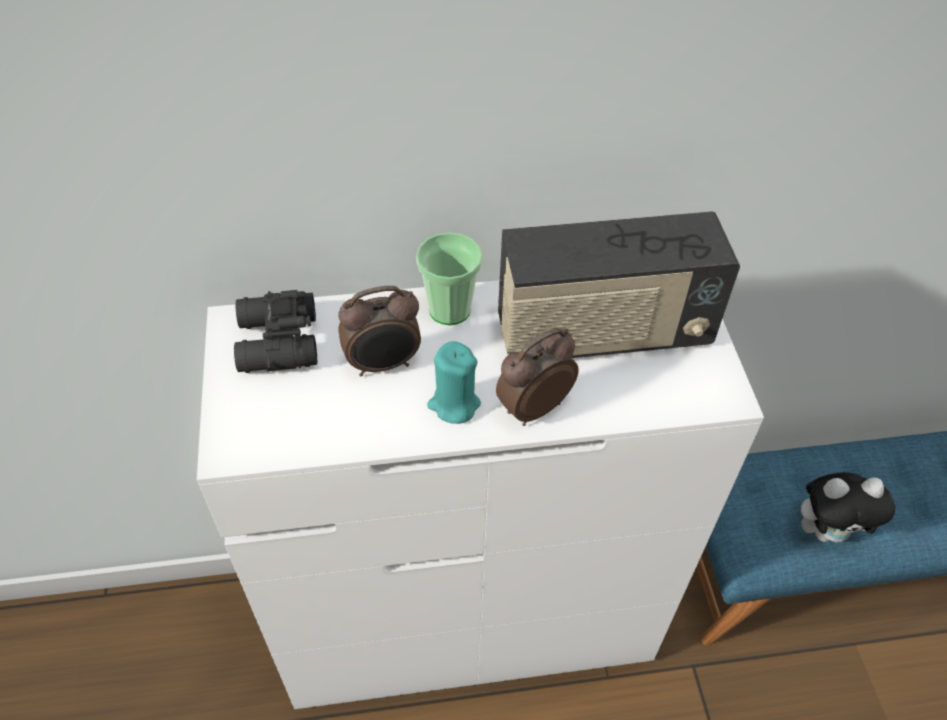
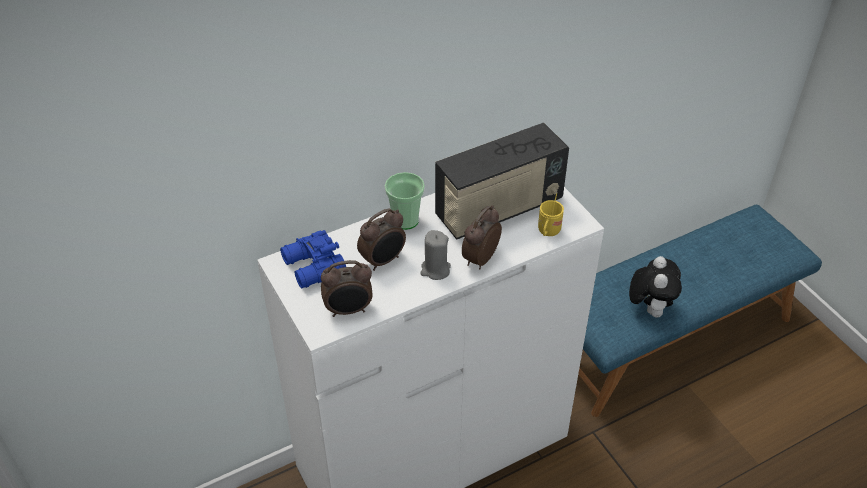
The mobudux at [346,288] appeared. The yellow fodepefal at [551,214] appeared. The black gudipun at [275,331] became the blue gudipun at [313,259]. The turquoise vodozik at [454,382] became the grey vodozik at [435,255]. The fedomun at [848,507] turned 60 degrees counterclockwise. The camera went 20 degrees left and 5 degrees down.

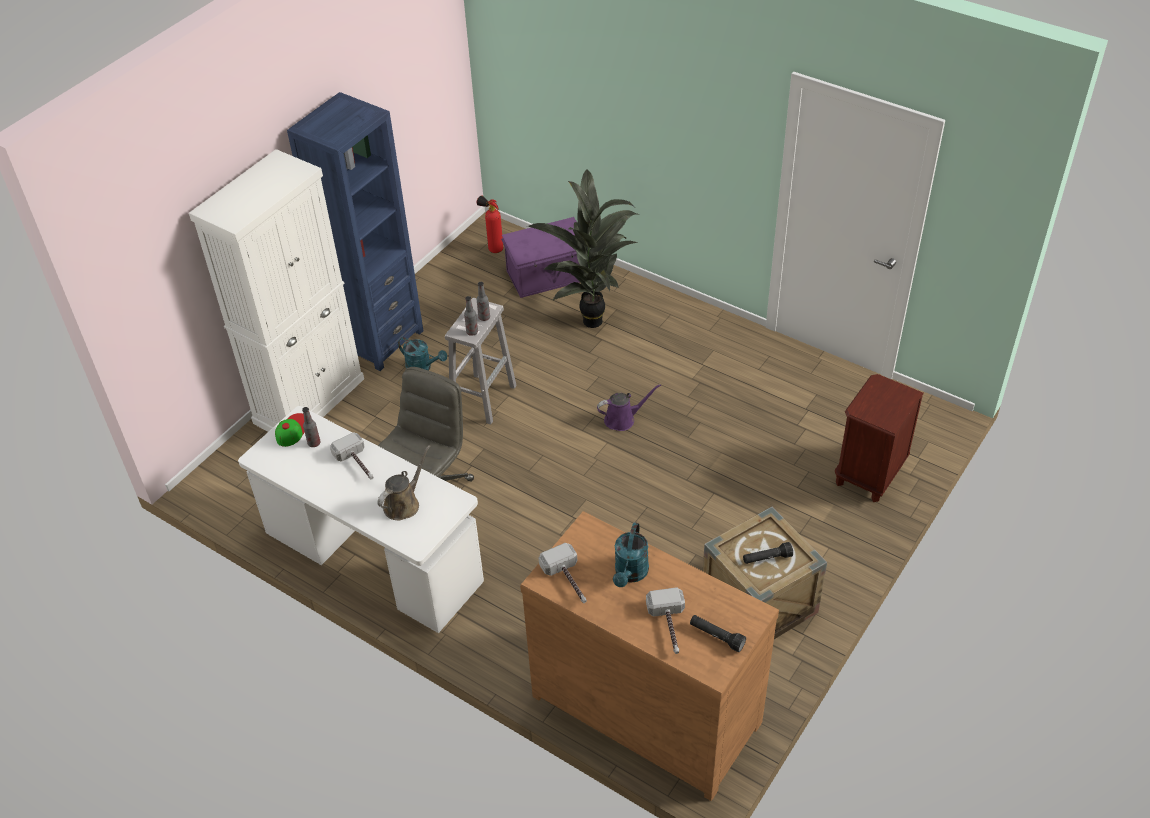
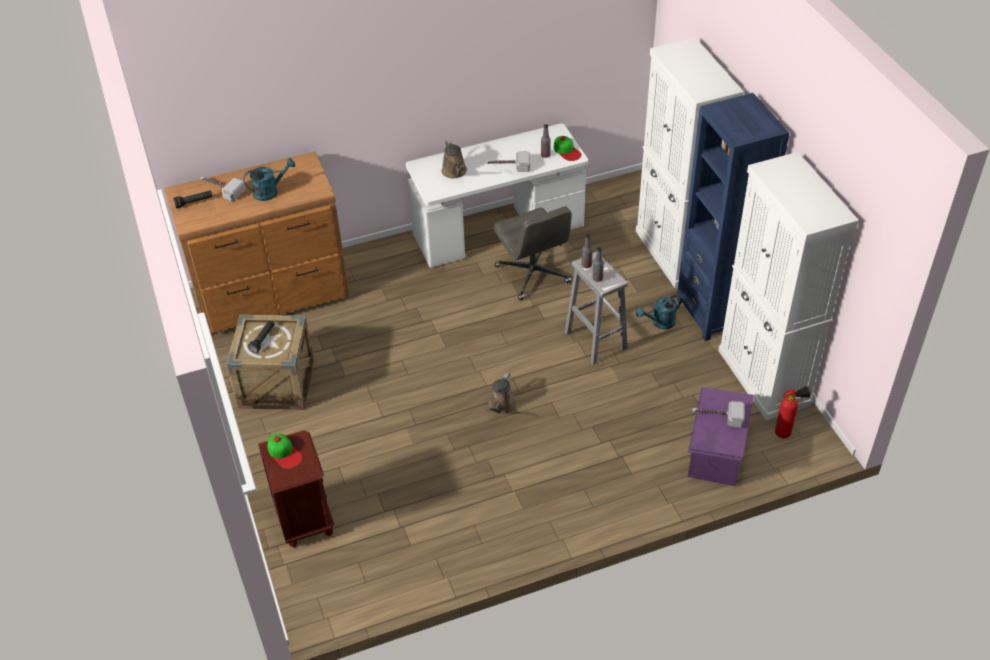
The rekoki at [582,248] disappeared. The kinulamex at [284,451] appeared. The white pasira at [788,286] appeared. The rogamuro moved from [563,573] to [718,414]. The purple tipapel at [629,407] became the brown tipapel at [501,393]. The turquoise tipapel at [631,554] turned 105 degrees clockwise. The camera went 125 degrees right and 0 degrees up.

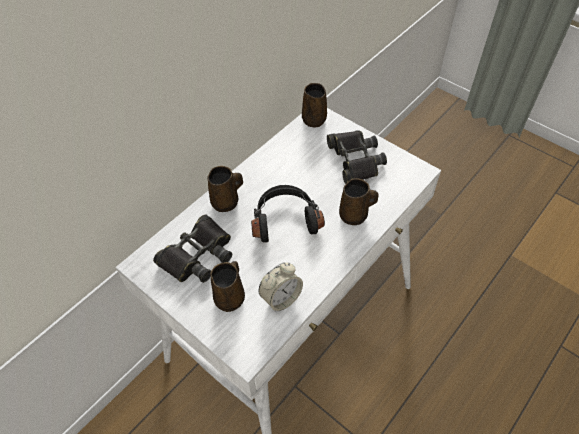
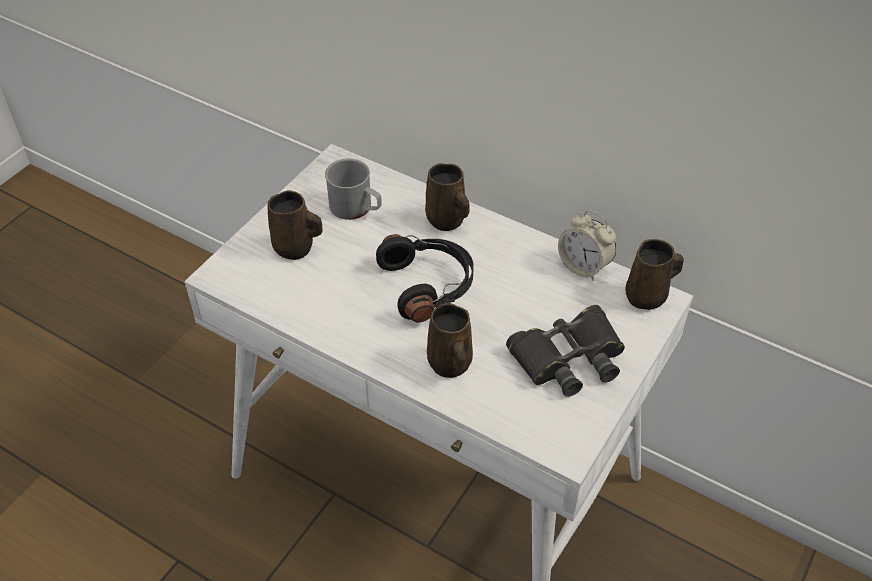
The mobudux moved from [280,287] to [587,245]. The black gudipun at [192,249] was replaced by the grey fodepefal at [353,189]. The camera went 80 degrees right and 5 degrees down.

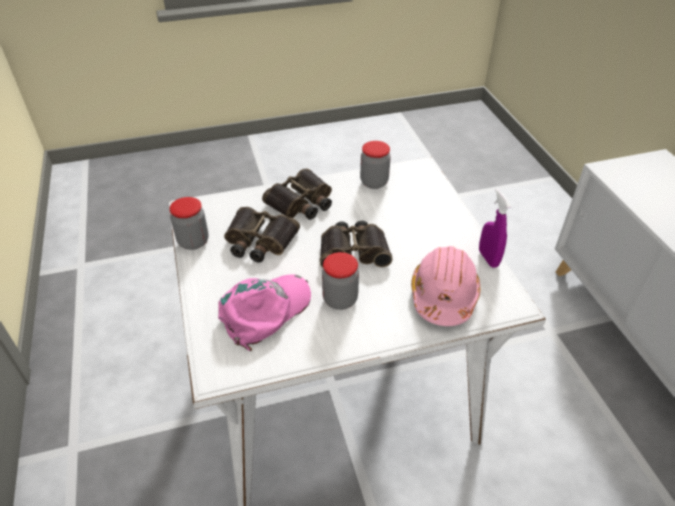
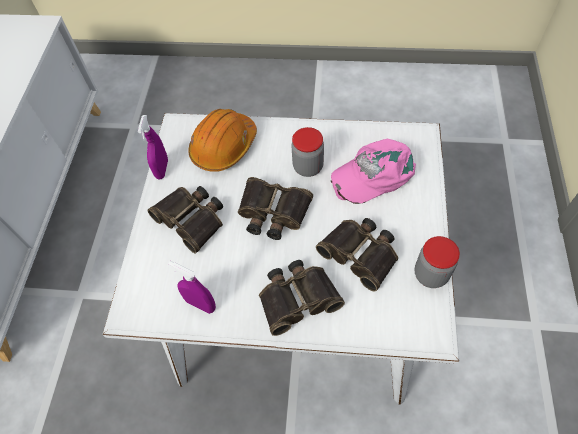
The gudipun at [185,220] appeared. The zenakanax at [375,165] was replaced by the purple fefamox at [192,287]. The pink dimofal at [445,286] became the orange dimofal at [222,140]. The camera went 155 degrees left and 15 degrees up.

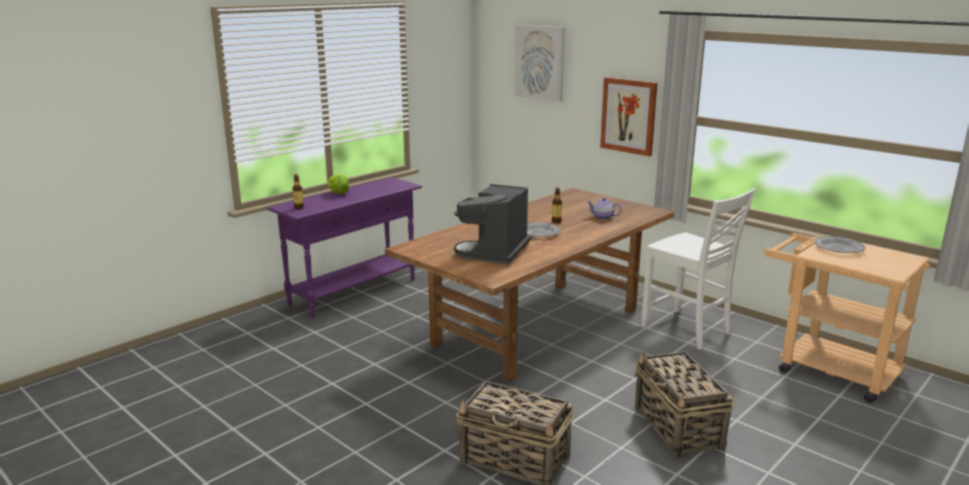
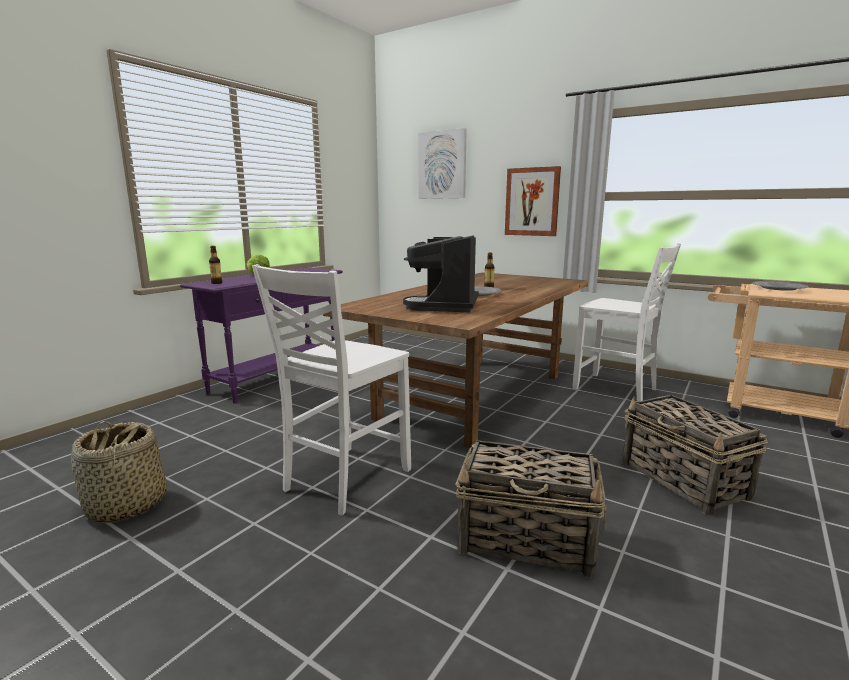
The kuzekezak at [604,209] disappeared. The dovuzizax at [119,472] appeared. The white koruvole at [331,390] appeared. The camera went 10 degrees left and 5 degrees down.

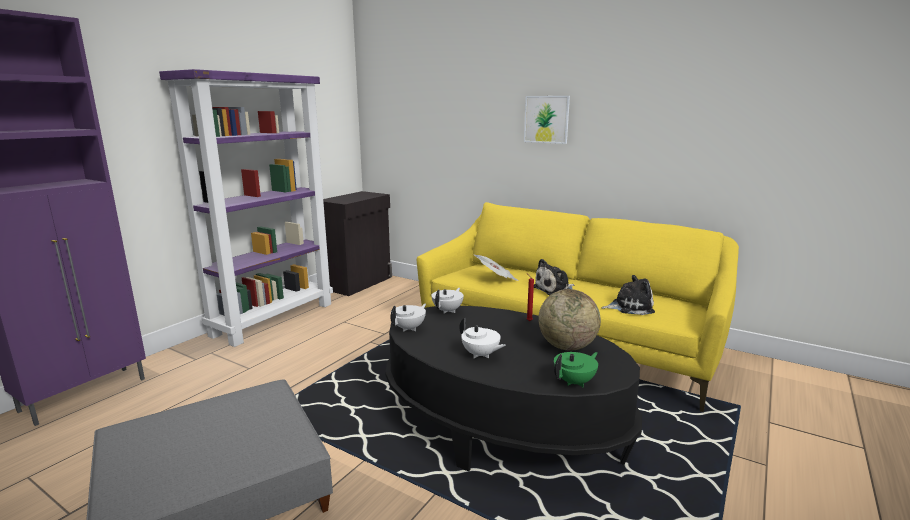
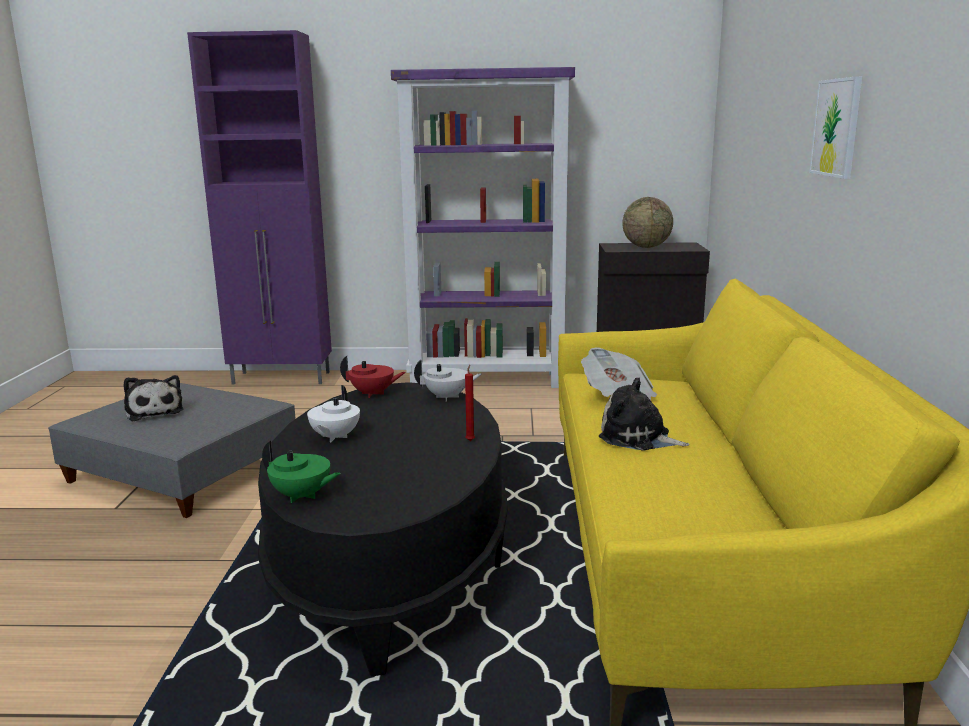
The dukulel moved from [569,320] to [647,222]. The fedomun moved from [628,295] to [153,398]. The white kuzekezak at [408,318] became the red kuzekezak at [373,377]. The camera went 60 degrees right and 0 degrees up.

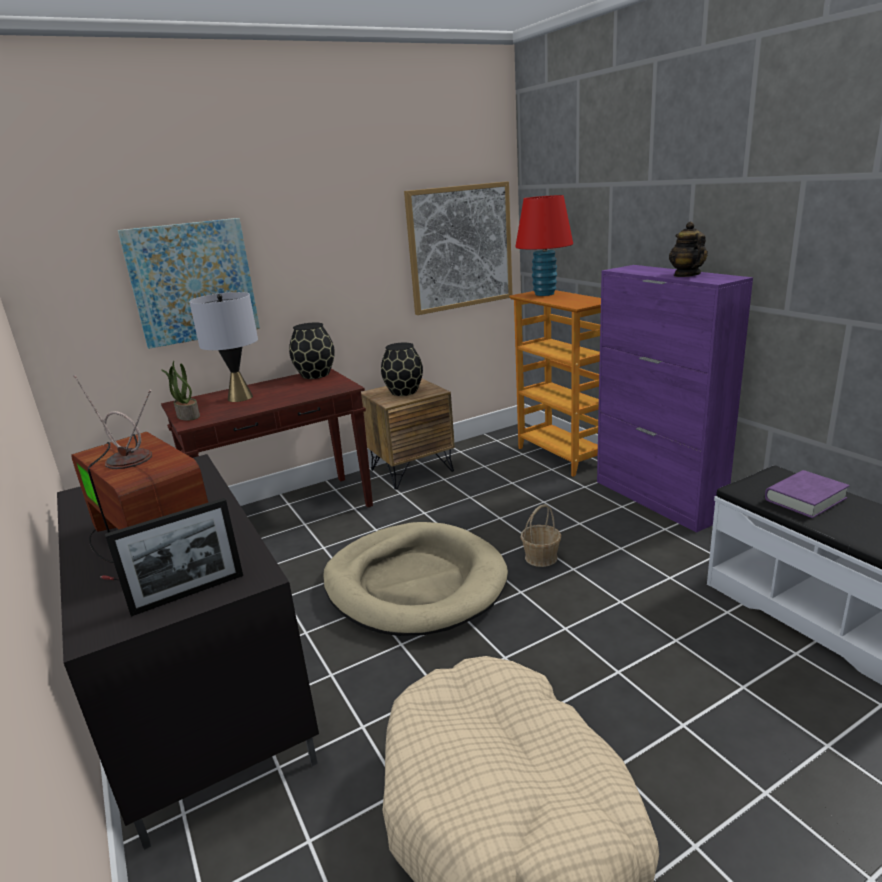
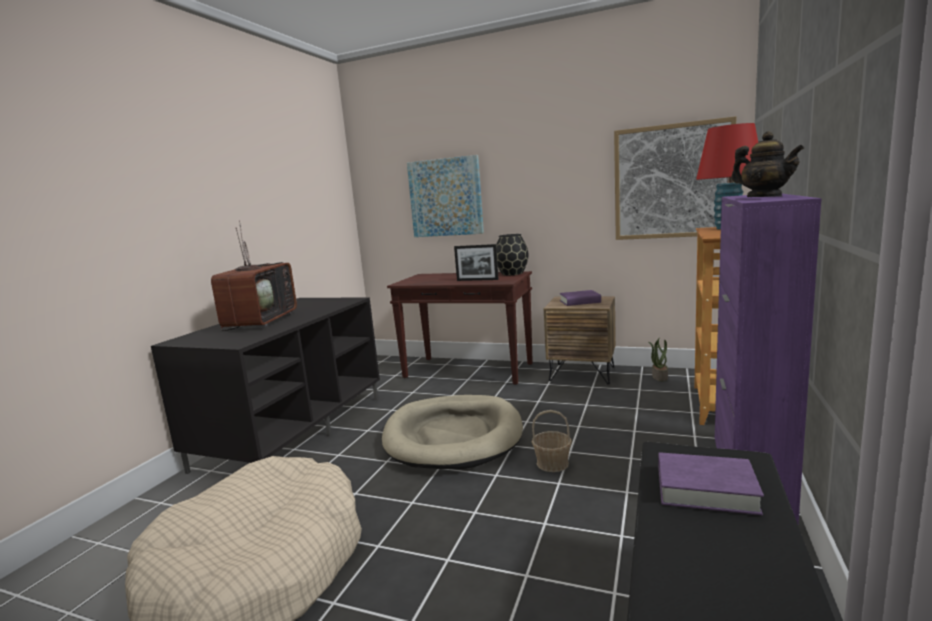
The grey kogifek at [223,347] disappeared. The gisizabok moved from [174,557] to [476,262]. The rekoki moved from [180,391] to [658,359]. The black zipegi at [402,369] was replaced by the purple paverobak at [580,298]. The kuzekezak at [688,249] turned 105 degrees clockwise. The camera went 50 degrees right and 10 degrees down.

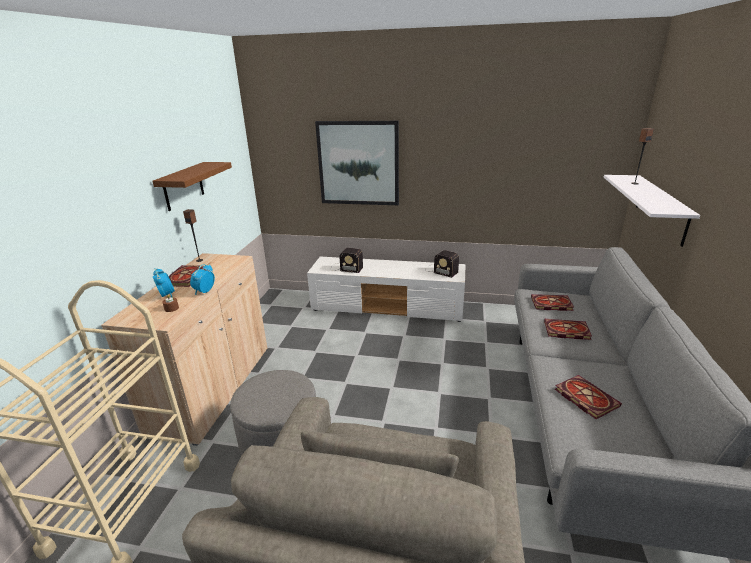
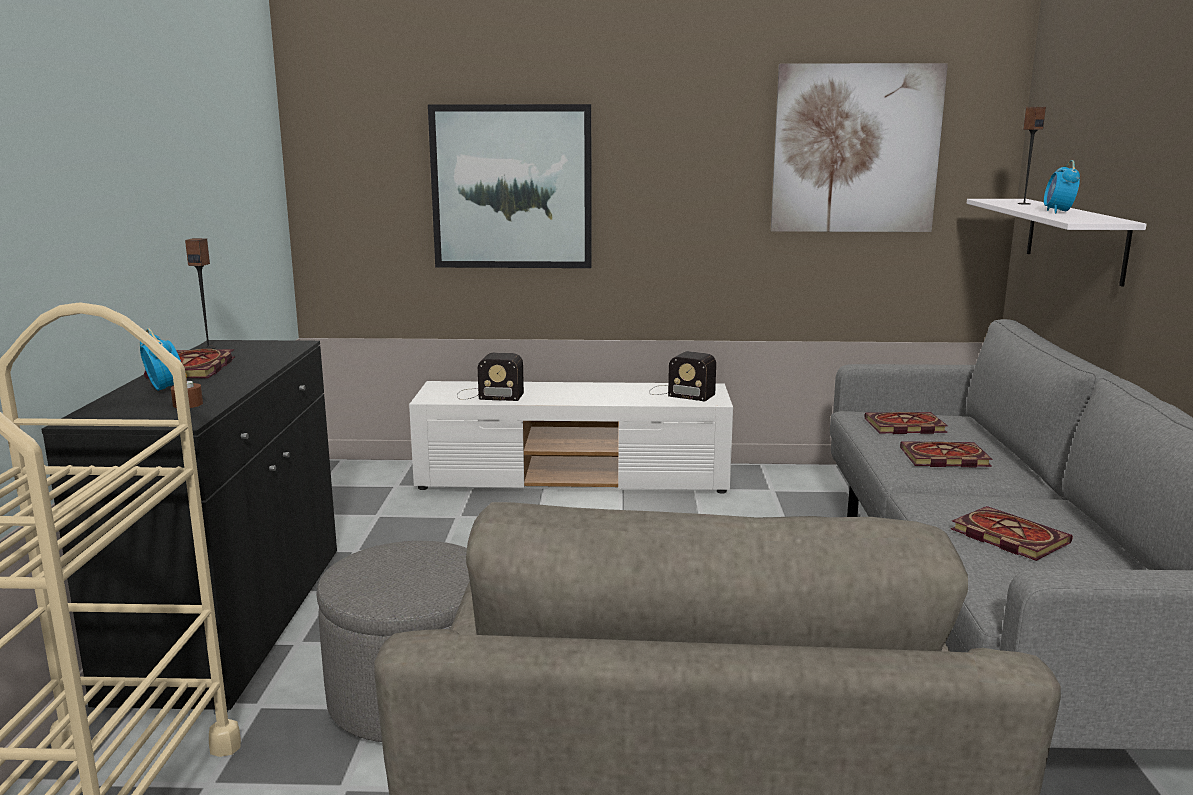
The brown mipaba at [192,186] disappeared. The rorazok at [859,147] appeared. The mobudux moved from [202,279] to [1062,187]. The beige pasira at [184,349] became the black pasira at [189,527]. The camera went 10 degrees left and 10 degrees down.

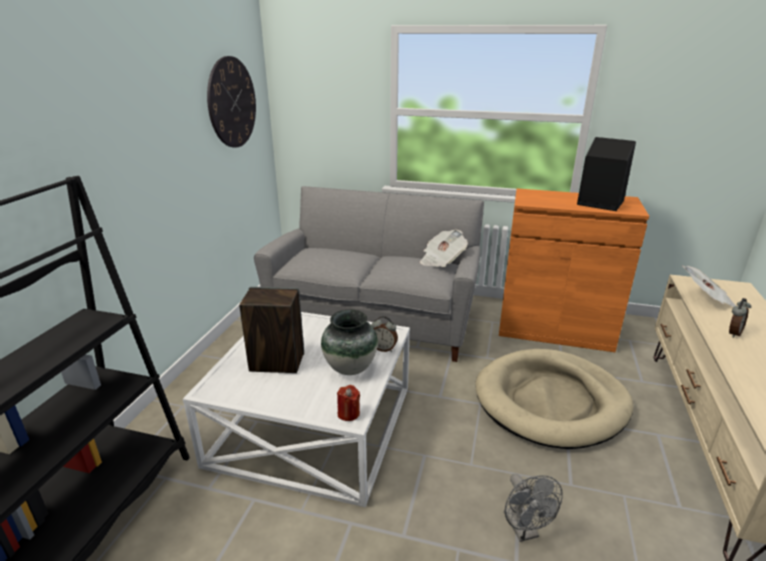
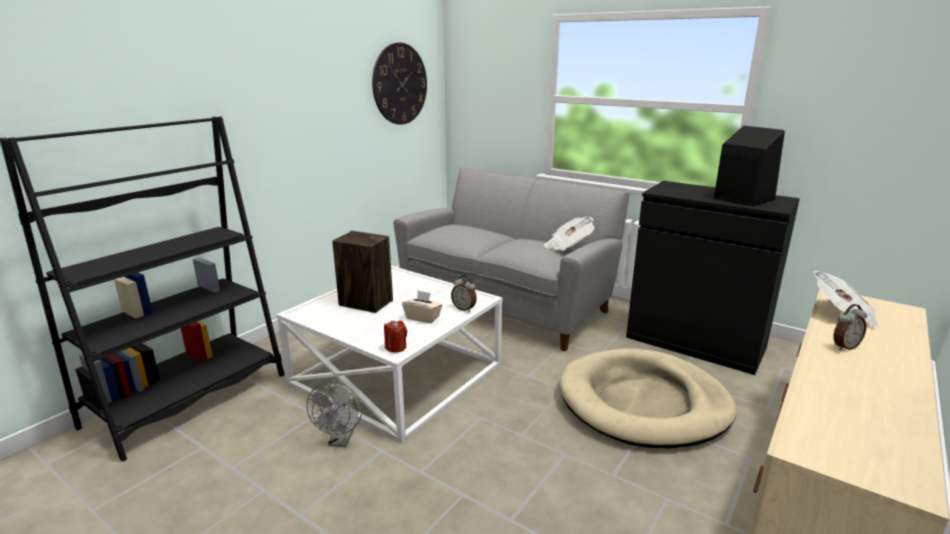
The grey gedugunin moved from [533,508] to [334,414]. The zipegi at [349,342] was replaced by the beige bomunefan at [422,306]. The orange pasira at [574,270] became the black pasira at [713,278]. The camera went 20 degrees right and 5 degrees down.

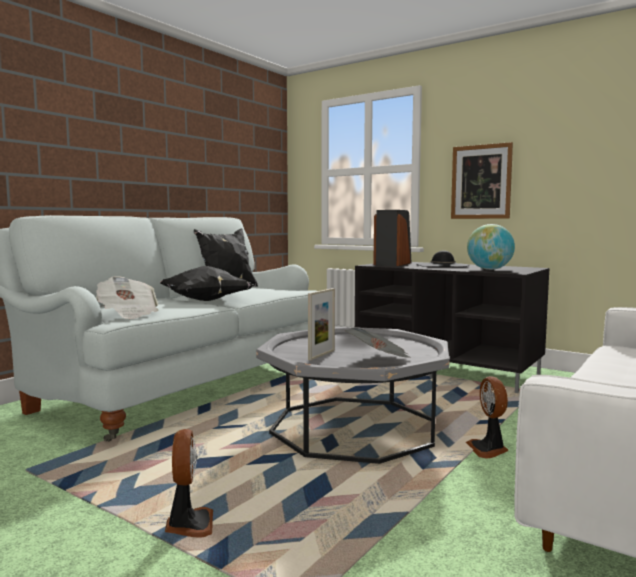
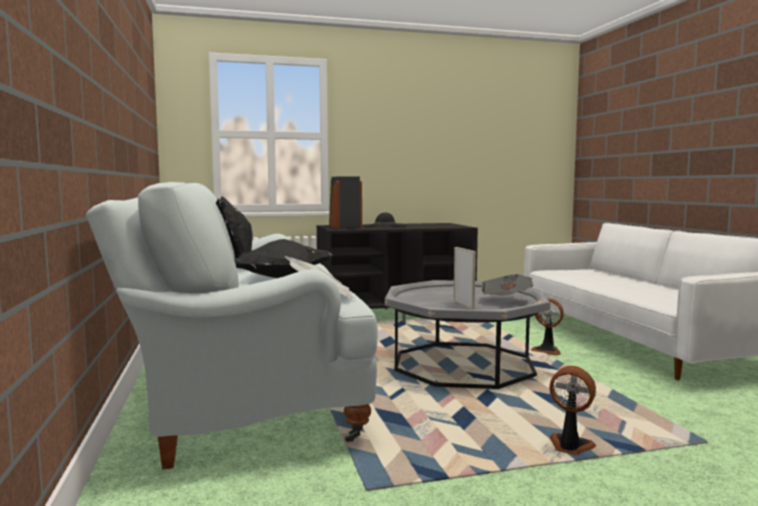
The rorazok at [482,180] disappeared. The dukulel at [491,247] disappeared. The camera went 50 degrees left and 0 degrees up.

